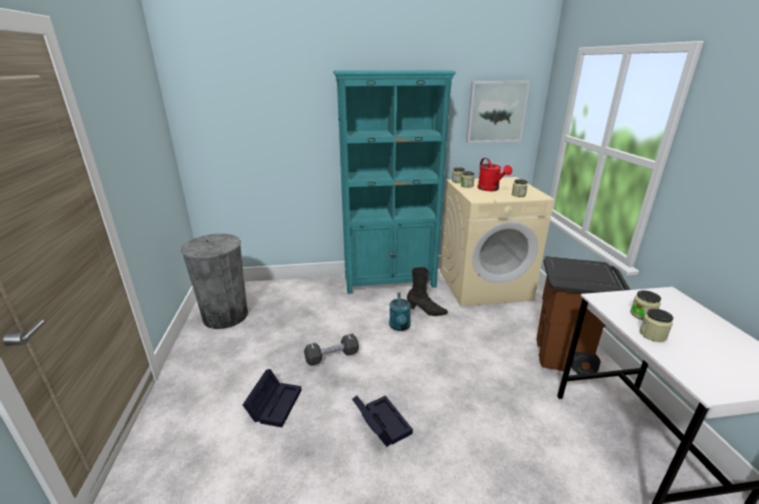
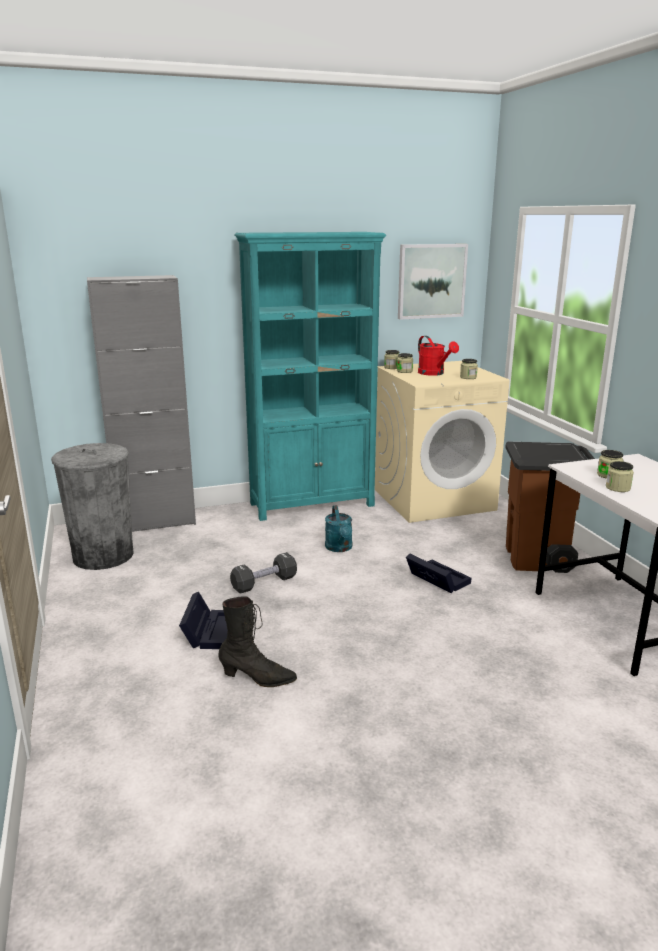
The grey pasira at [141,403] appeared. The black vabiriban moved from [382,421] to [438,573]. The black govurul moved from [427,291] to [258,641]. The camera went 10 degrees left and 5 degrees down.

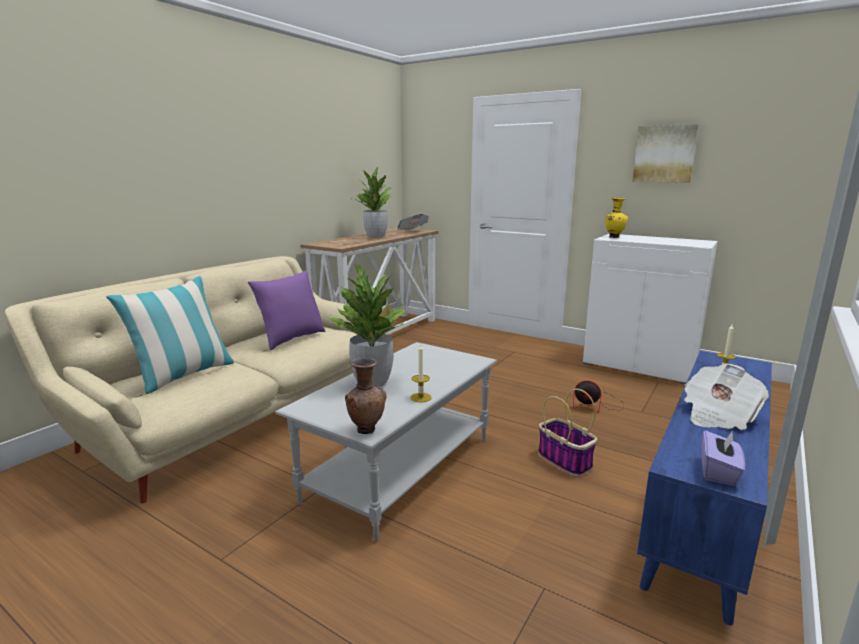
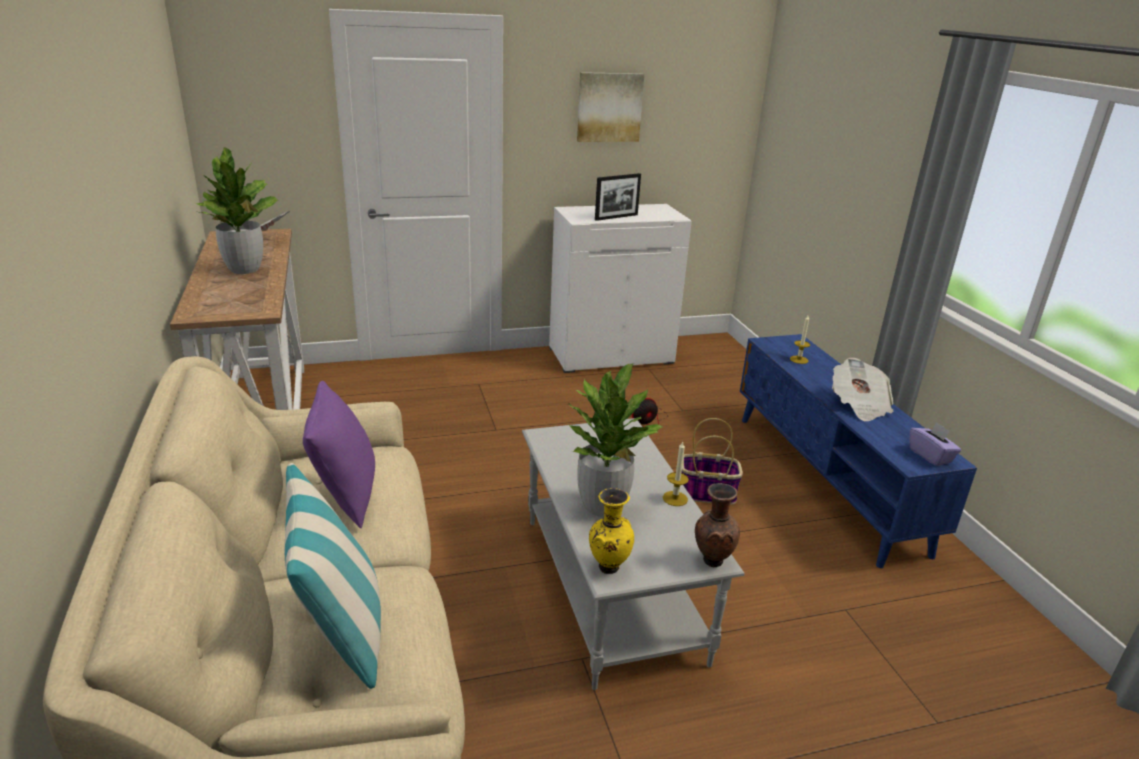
The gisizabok at [618,197] appeared. The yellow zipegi moved from [616,218] to [611,531]. The camera went 50 degrees left and 10 degrees up.

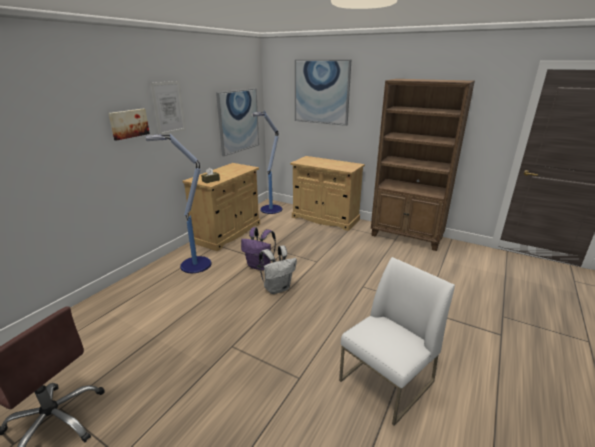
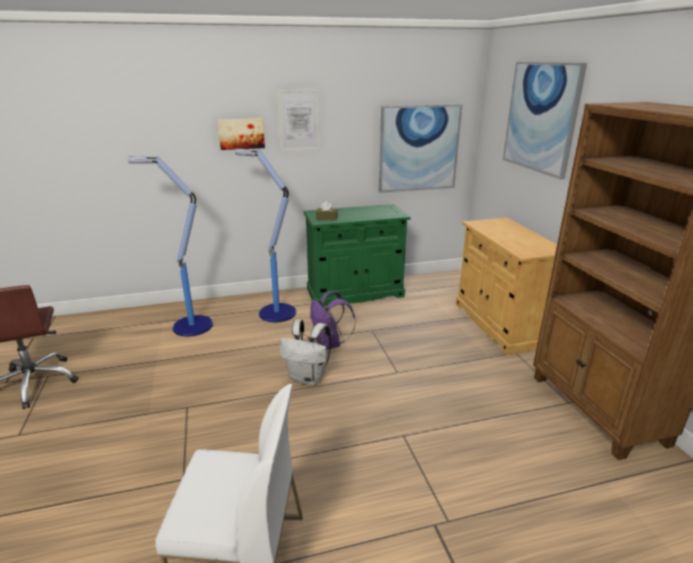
The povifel moved from [266,162] to [170,245]. The beige pasira at [221,207] became the green pasira at [357,255]. The camera went 45 degrees right and 0 degrees up.

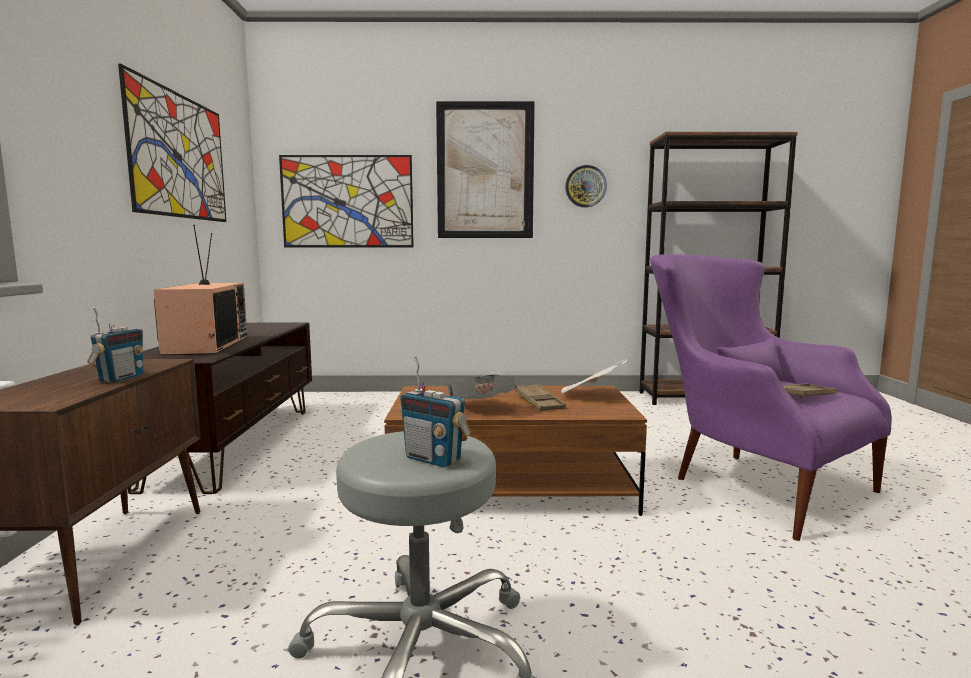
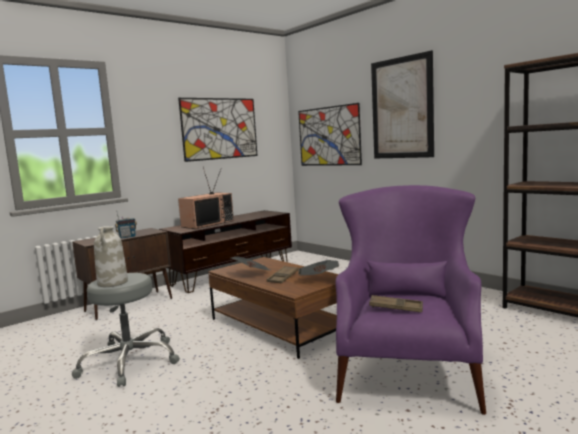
The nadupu at [586,186] disappeared. The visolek at [435,412] was replaced by the white zipegi at [111,256]. The camera went 50 degrees right and 0 degrees up.

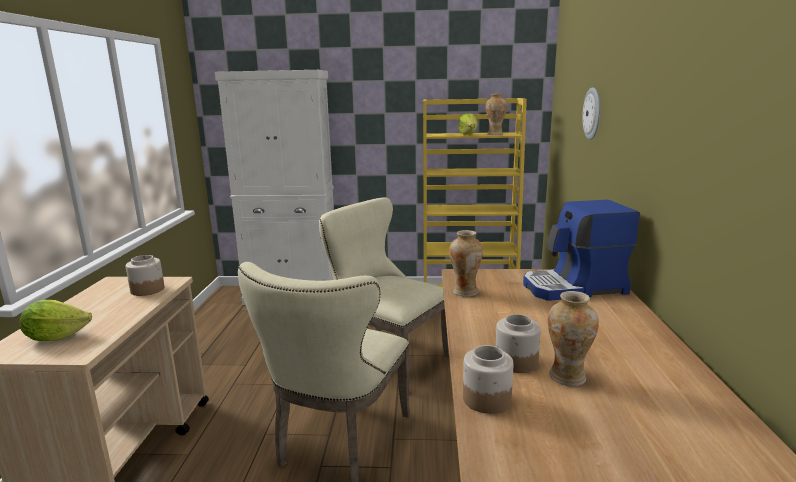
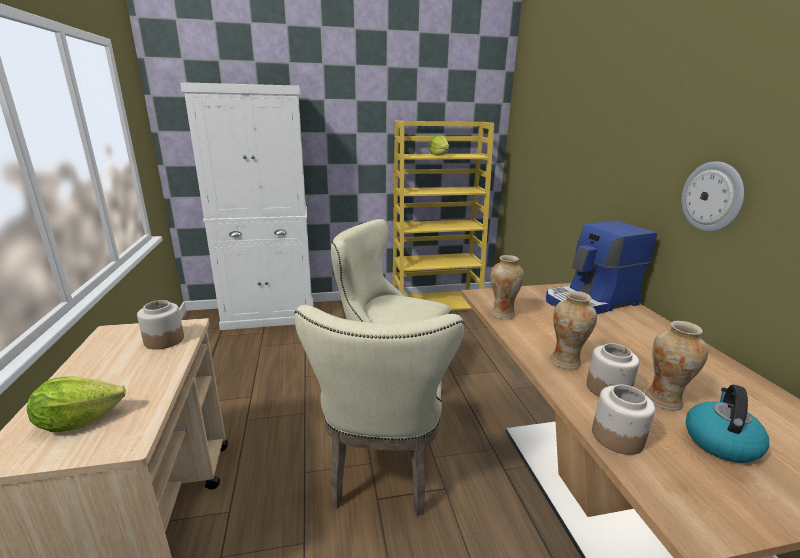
The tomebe at [727,423] appeared. The zipegi moved from [496,114] to [574,330]. The nadupu moved from [591,113] to [712,196]. The camera went 15 degrees left and 5 degrees up.

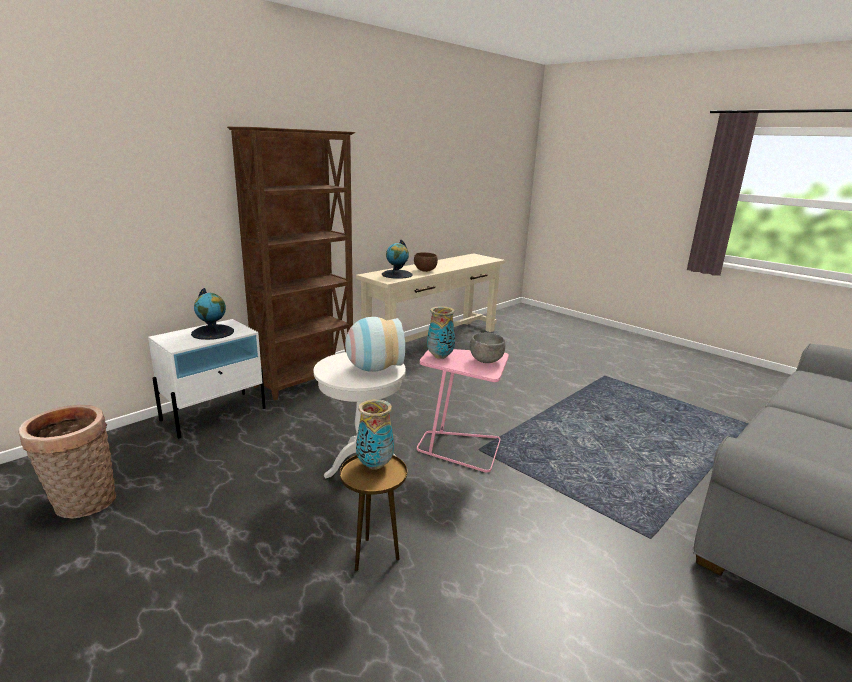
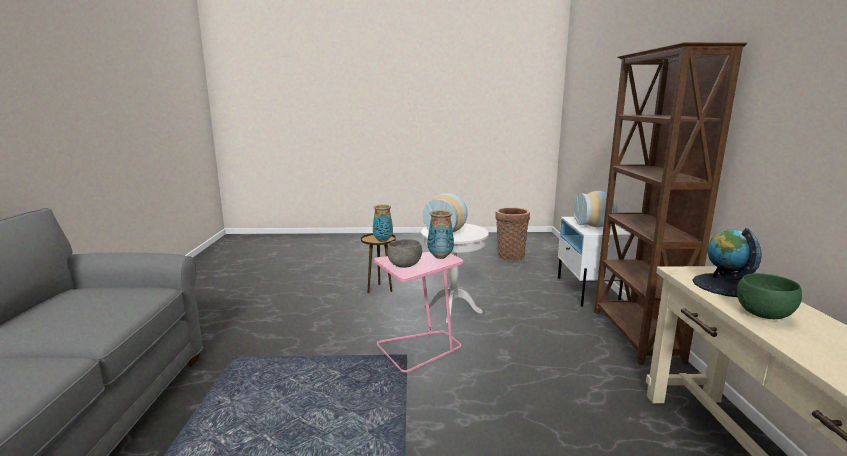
The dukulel at [212,314] was replaced by the zipegi at [595,209]. The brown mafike at [426,262] became the green mafike at [769,296]. The camera went 135 degrees right and 5 degrees down.

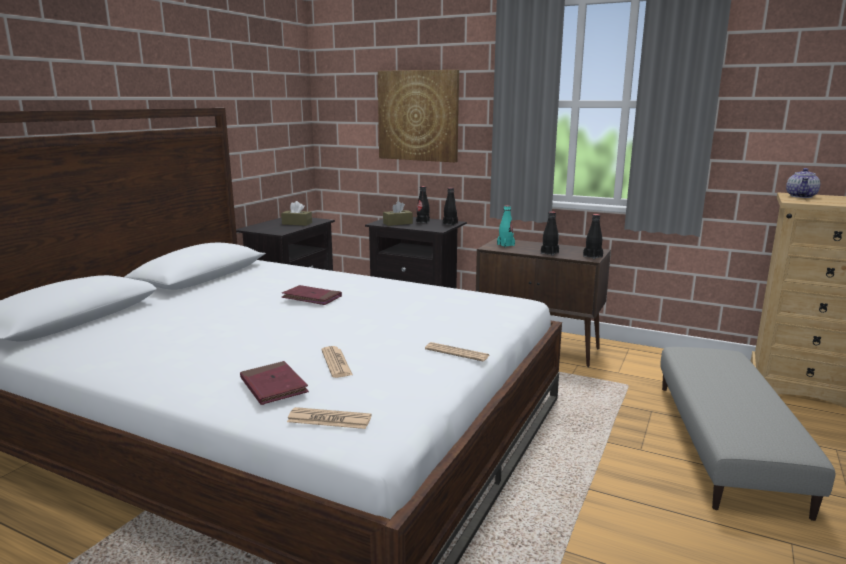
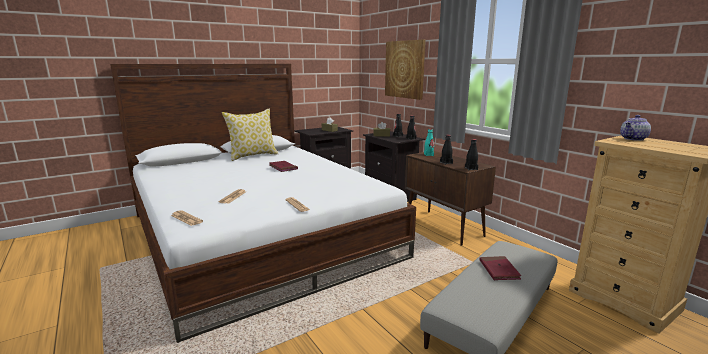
The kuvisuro at [250,134] appeared. The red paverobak moved from [274,383] to [500,268]. The camera went 30 degrees right and 0 degrees up.

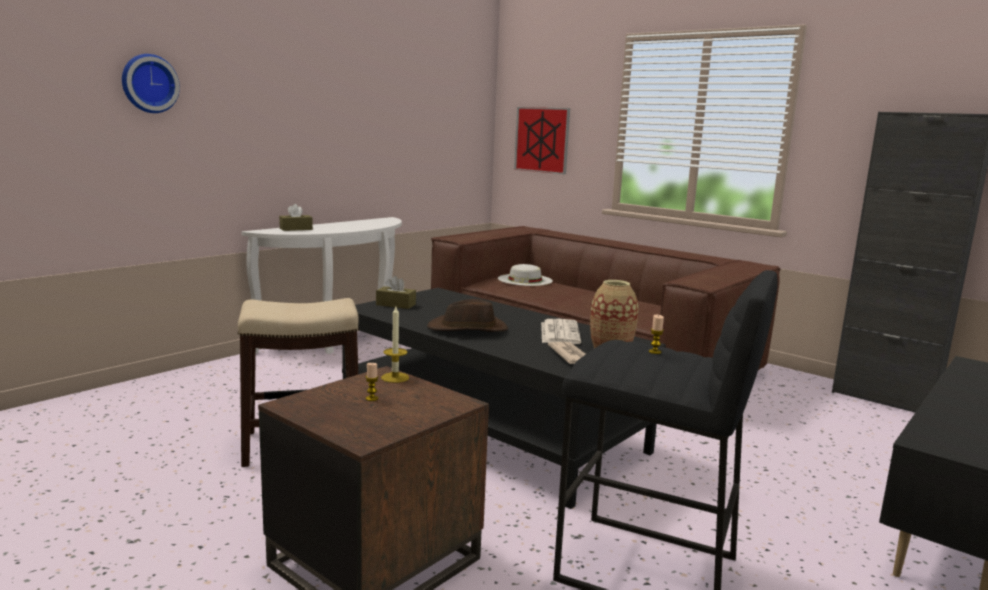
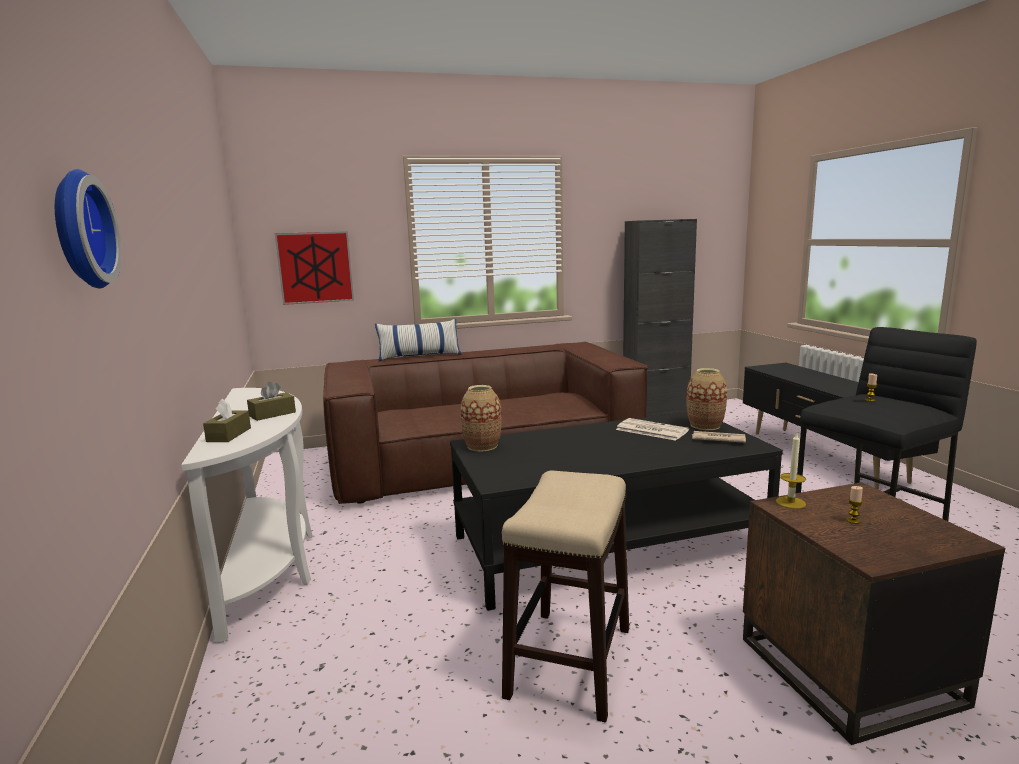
The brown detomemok at [467,315] disappeared. The white detomemok at [525,275] disappeared. The kuvisuro at [418,340] appeared. The zipegi at [481,418] appeared. The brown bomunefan moved from [396,292] to [271,401]. The camera went 55 degrees left and 0 degrees up.

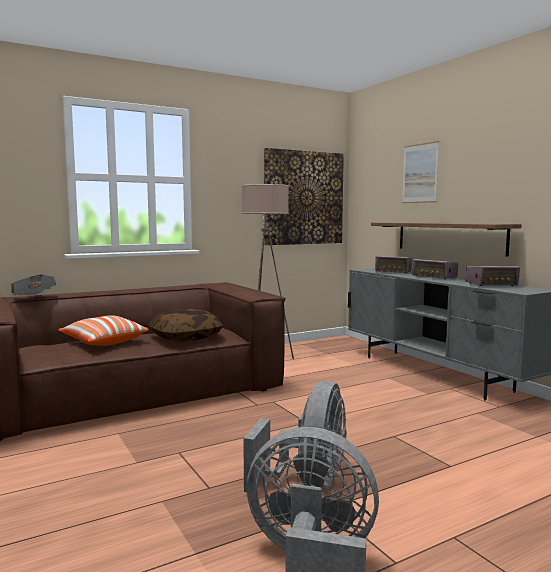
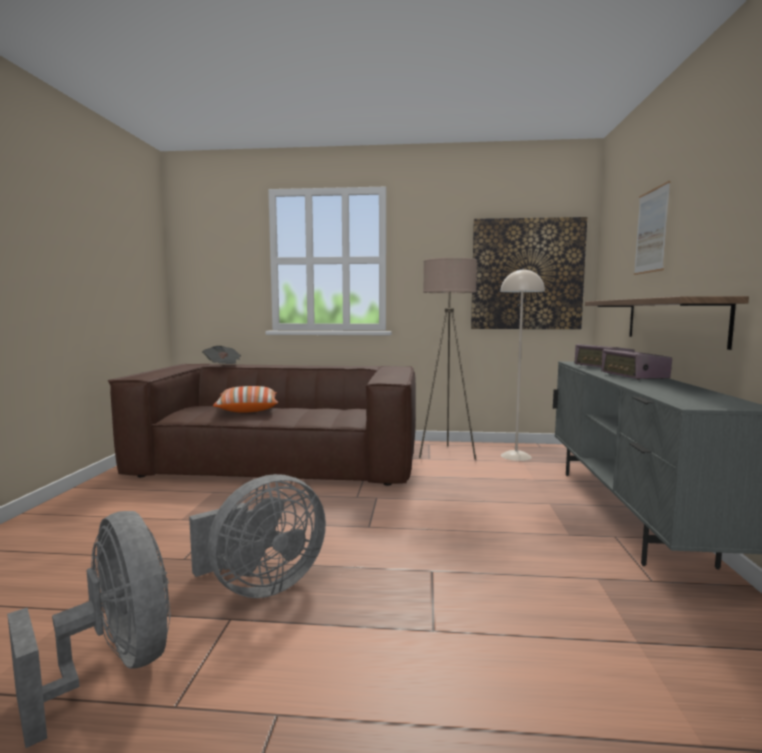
The kuvisuro at [185,325] disappeared. The visolek at [492,276] disappeared. The beige povifel at [522,364] appeared. The camera went 35 degrees right and 0 degrees up.

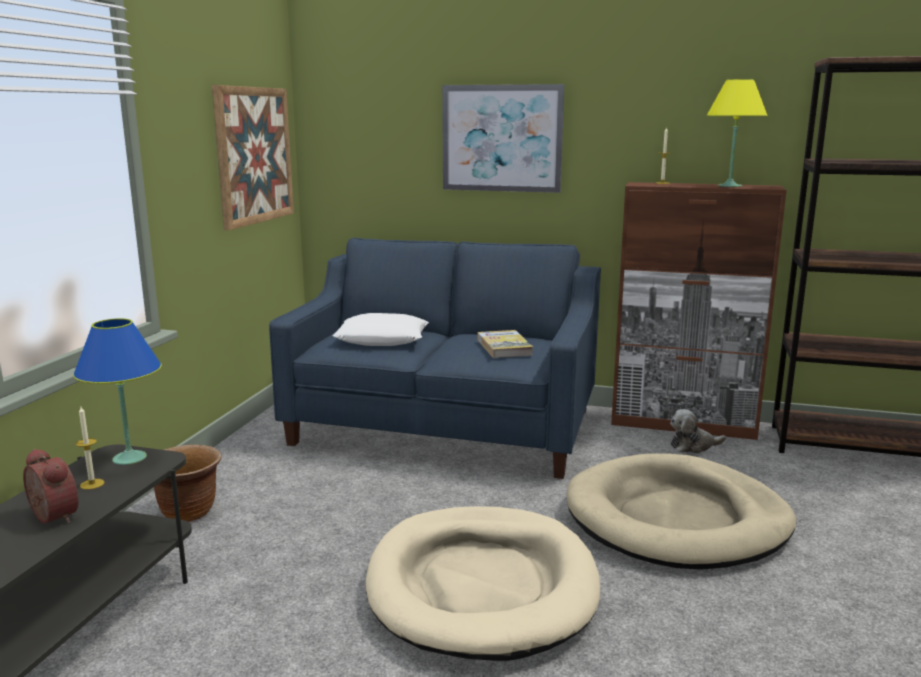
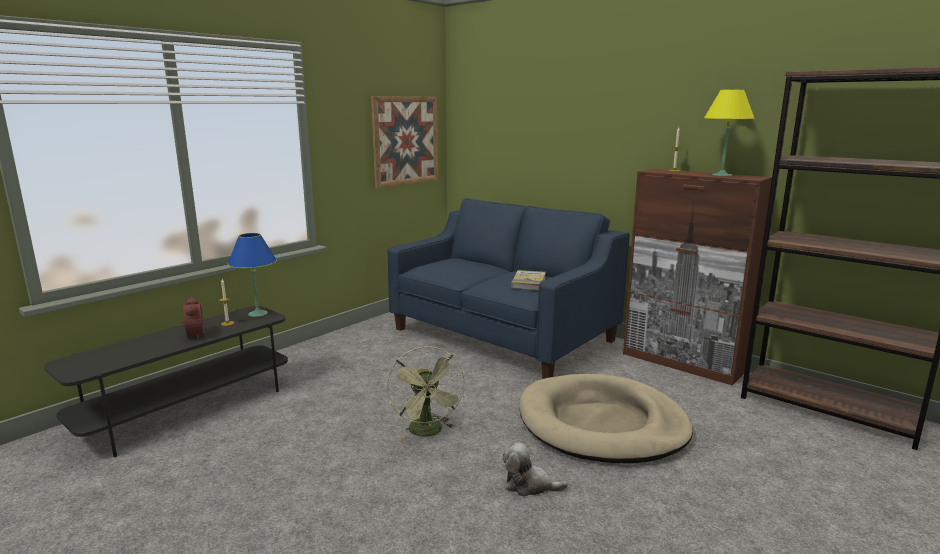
The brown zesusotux at [188,483] disappeared. The white kuvisuro at [381,329] disappeared. The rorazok at [503,138] disappeared. The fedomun moved from [698,431] to [535,470]. The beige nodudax at [483,583] was replaced by the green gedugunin at [426,392]. The camera went 25 degrees right and 0 degrees up.

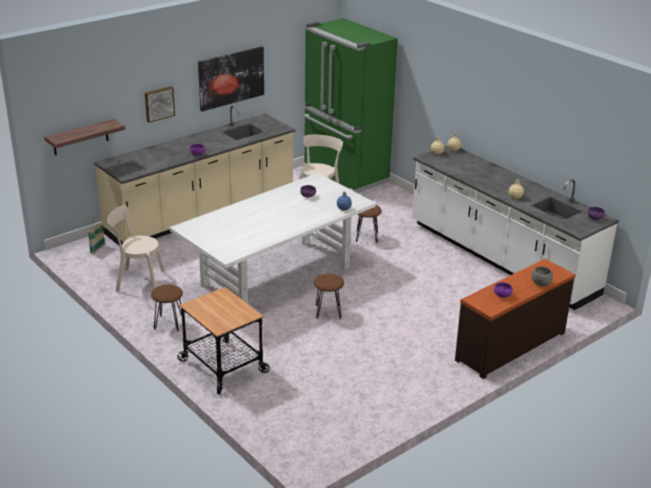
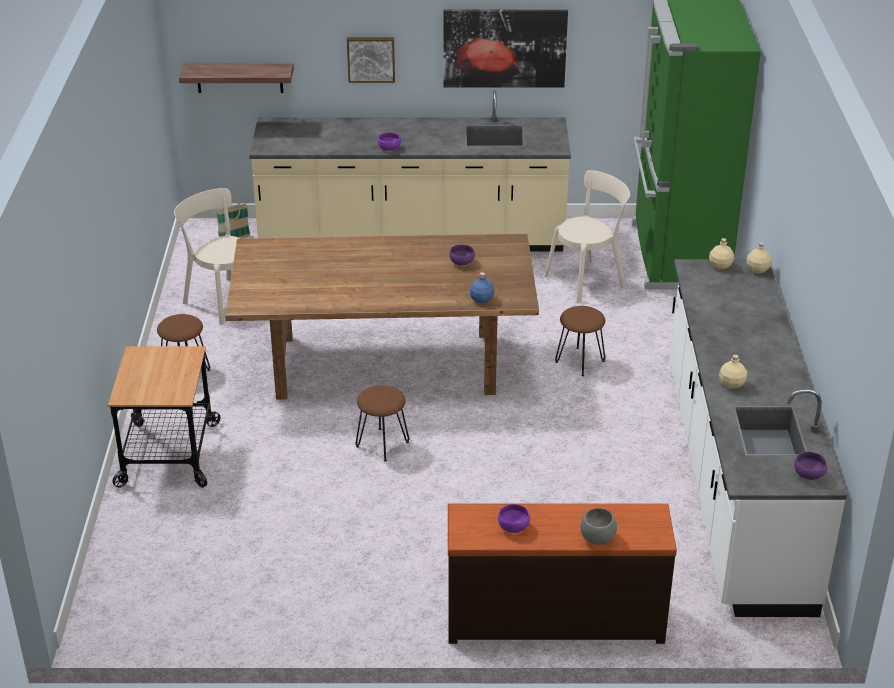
The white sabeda at [273,238] became the brown sabeda at [382,316]. The camera went 40 degrees right and 5 degrees up.

